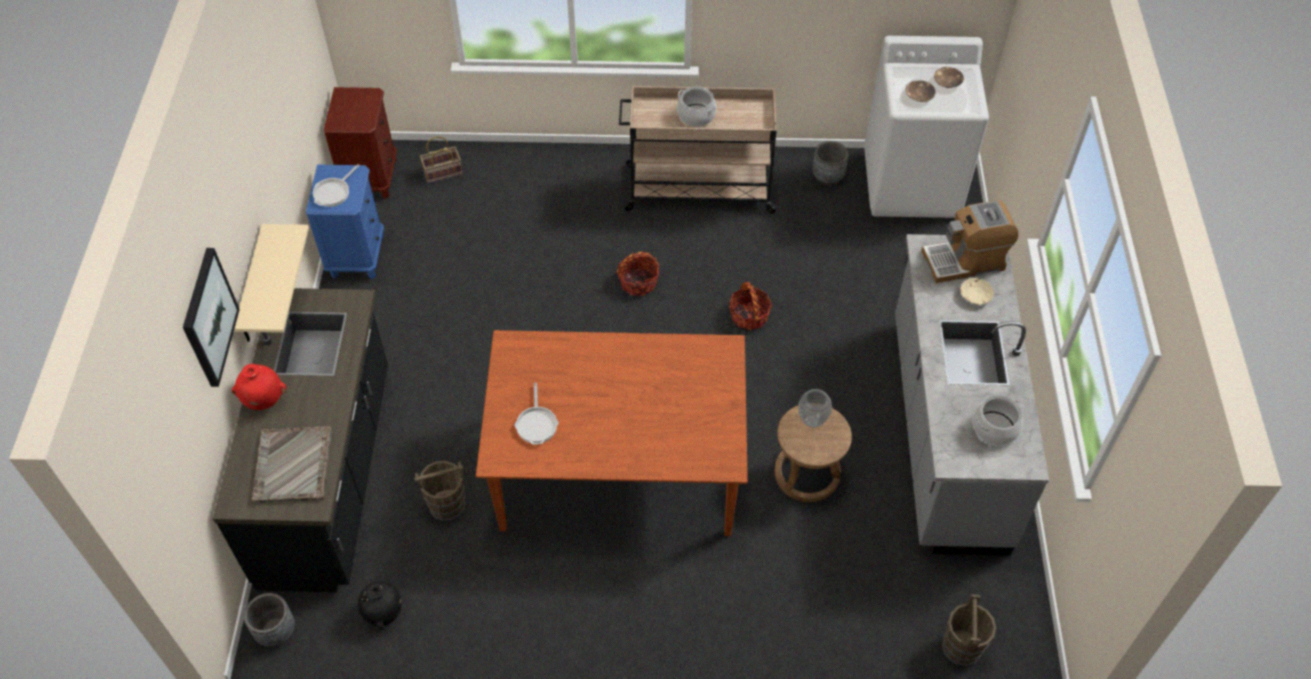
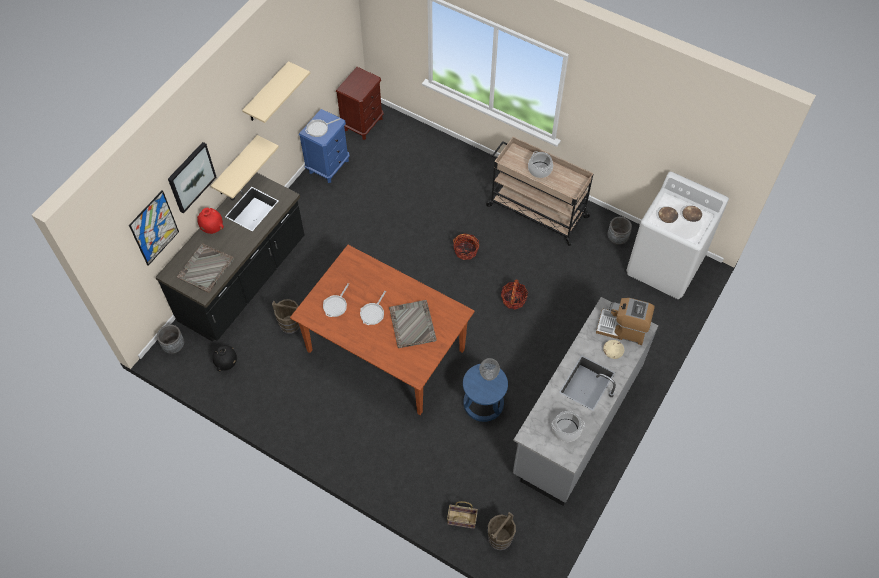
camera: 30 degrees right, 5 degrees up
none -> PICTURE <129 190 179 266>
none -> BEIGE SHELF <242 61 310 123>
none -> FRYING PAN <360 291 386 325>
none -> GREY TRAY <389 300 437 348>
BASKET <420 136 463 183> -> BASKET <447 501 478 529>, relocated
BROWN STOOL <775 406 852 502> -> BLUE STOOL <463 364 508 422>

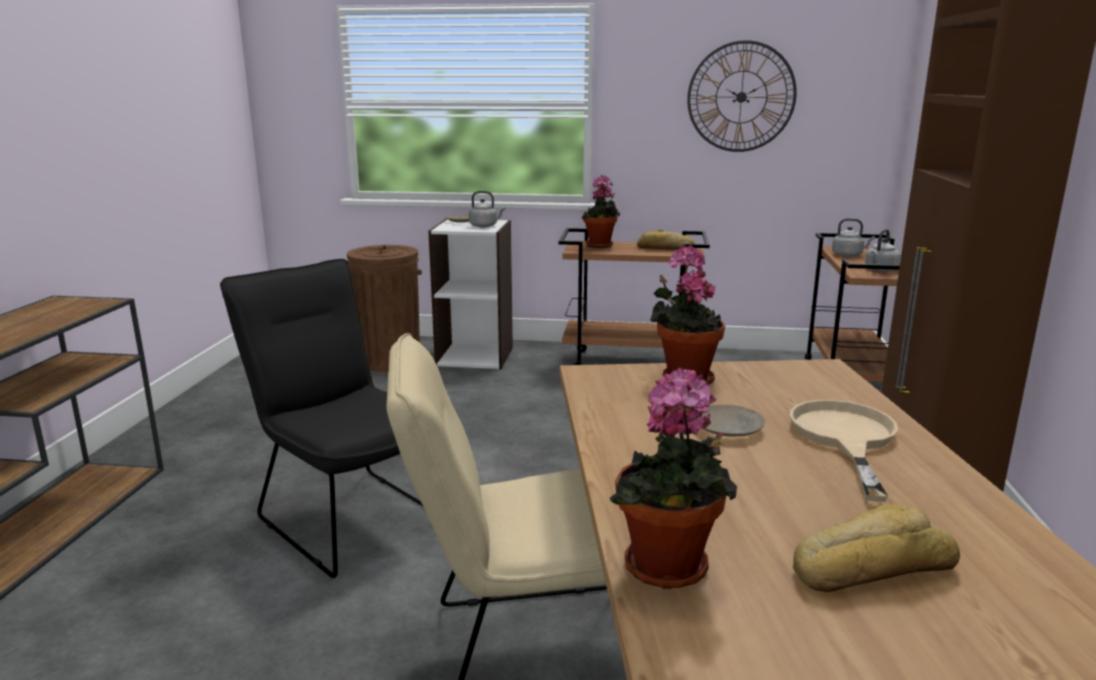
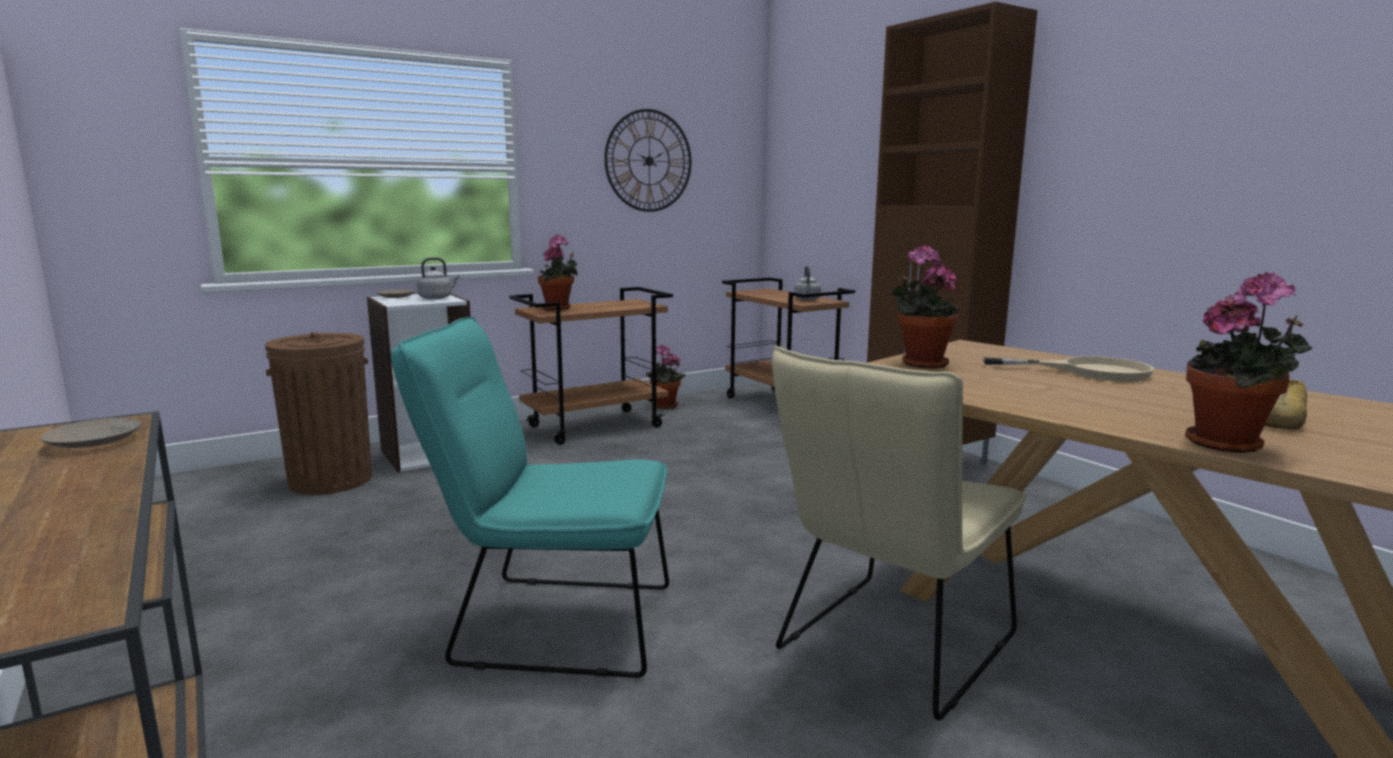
camera: 40 degrees left, 5 degrees down
BEIGE PLATE <702 405 765 437> -> BEIGE PLATE <40 418 141 448>, relocated
BLACK CHAIR <220 259 423 578> -> TURQUOISE CHAIR <391 317 669 678>
none -> POTTED PLANT <646 344 686 409>
BEIGE FRYING PAN <790 400 898 502> -> BEIGE FRYING PAN <983 356 1154 382>, 135 degrees clockwise
BREAD <637 230 695 250> -> none
GREY KETTLE <832 218 875 257> -> none

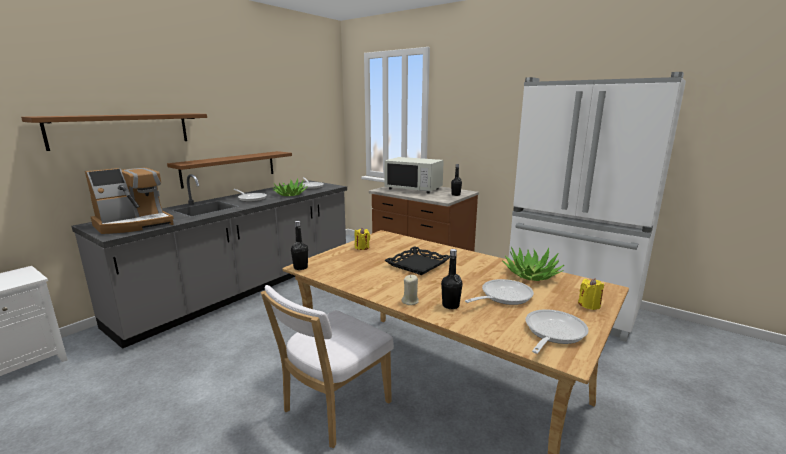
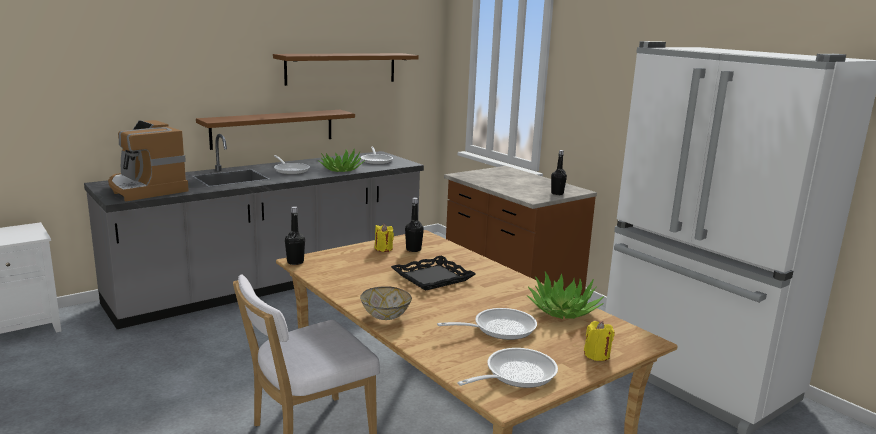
camera: 15 degrees right, 0 degrees up
COFFEE MACHINE <85 167 174 234> -> COFFEE MACHINE <108 120 189 202>, 75 degrees clockwise
BROWN SHELF <21 113 207 151> -> BROWN SHELF <273 53 419 86>, relocated
BEIGE CANDLE <401 275 419 305> -> BOWL <360 286 412 320>
BLACK BOTTLE <441 249 462 309> -> BLACK BOTTLE <405 198 424 252>, relocated
WHITE MICROWAVE <384 157 444 194> -> none

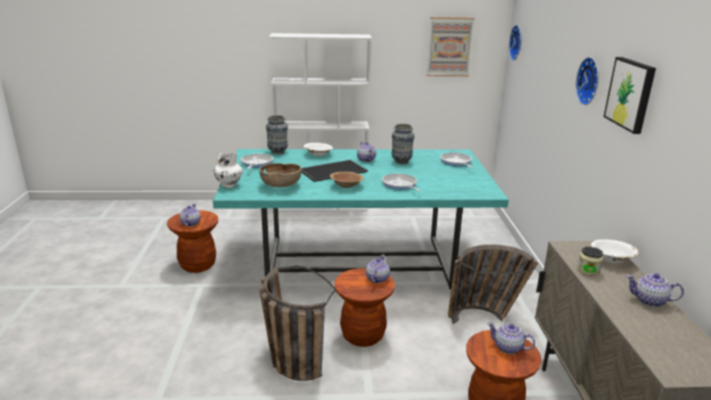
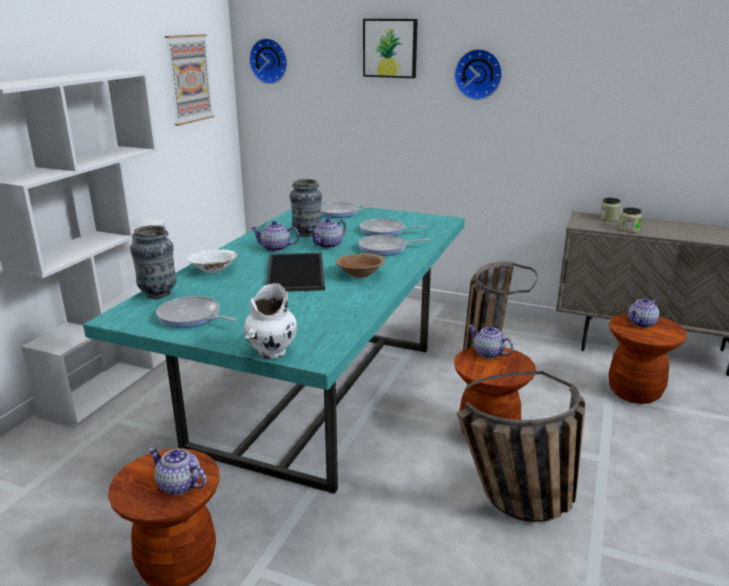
camera: 65 degrees left, 0 degrees up
TEAPOT <626 273 684 307> -> TEAPOT <309 218 346 249>, relocated
none -> FRYING PAN <360 219 427 236>
PICTURE <604 57 656 134> -> PICTURE <363 19 418 78>, relocated
WHITE BOWL <591 239 639 263> -> JAR <599 198 621 221>
BROWN BOWL <259 163 302 188> -> none

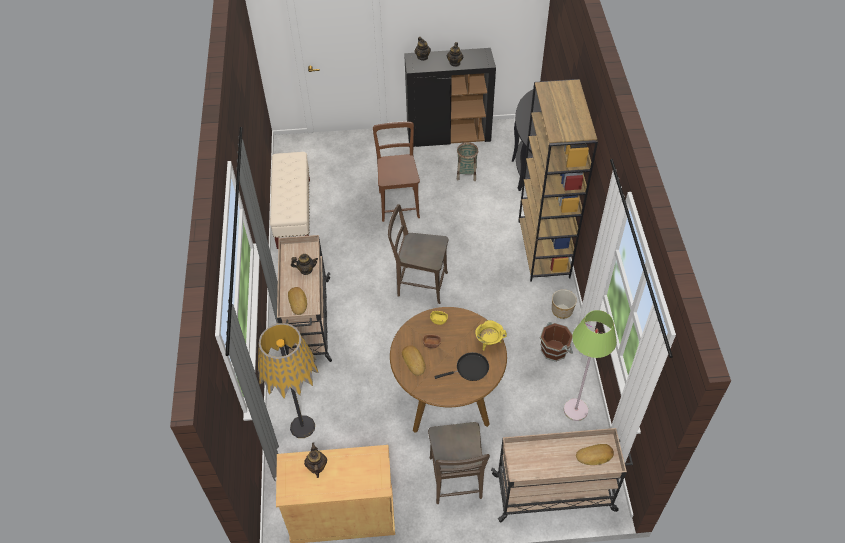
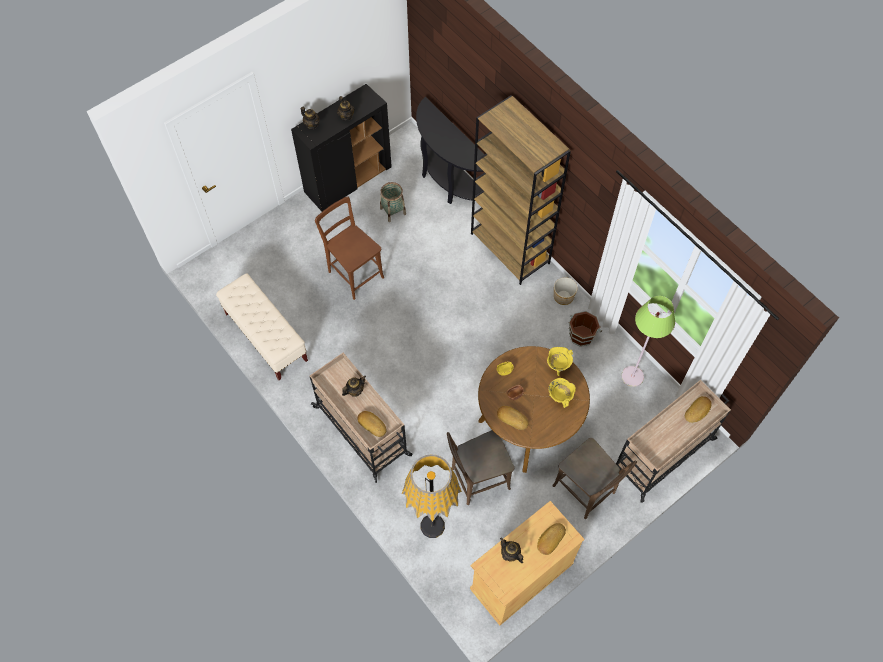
camera: 35 degrees left, 10 degrees up
BROWN CHAIR <388 204 448 304> -> BROWN CHAIR <447 430 514 505>, relocated
none -> BREAD <537 523 566 555>
BLACK FRYING PAN <434 352 489 381> -> YELLOW COOKING POT <548 378 576 408>

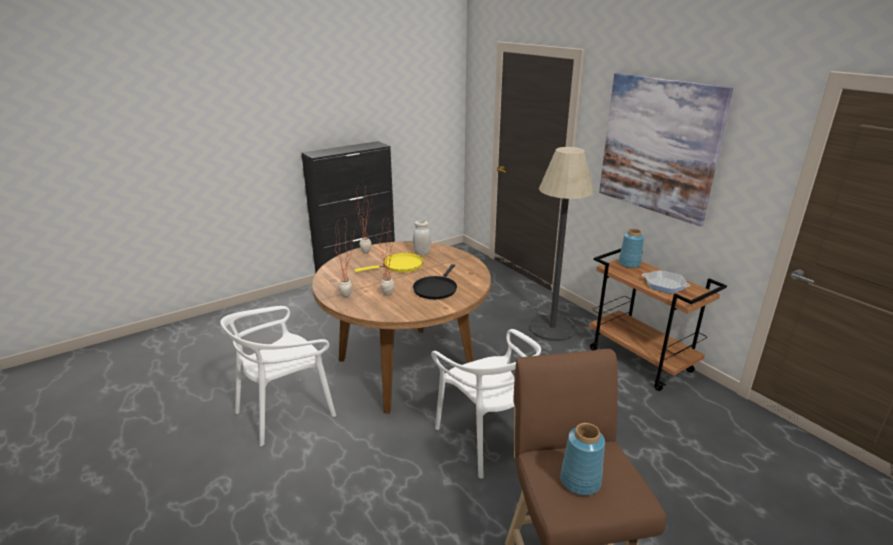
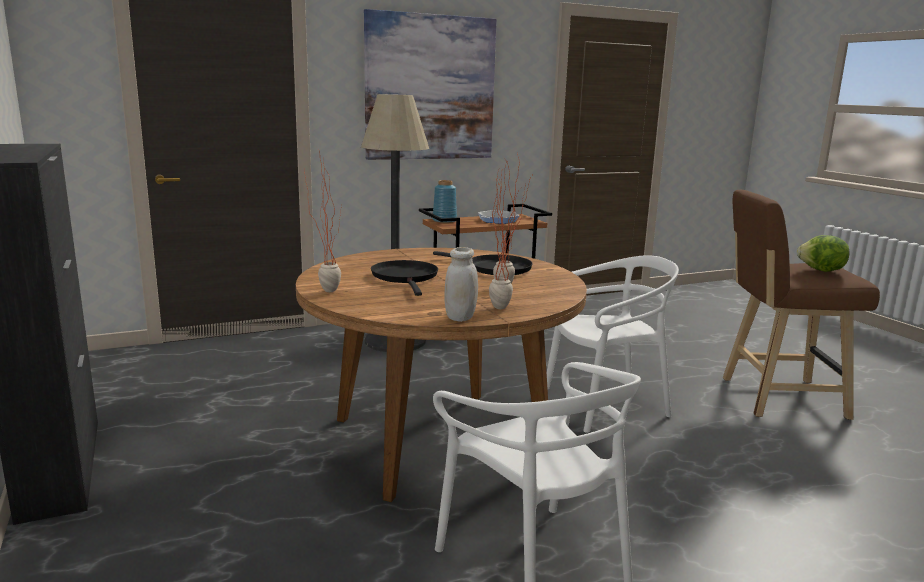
camera: 80 degrees left, 10 degrees down
YELLOW FRYING PAN <354 253 424 272> -> BLACK FRYING PAN <371 260 438 296>
WHITE JAR <413 220 431 255> -> WHITE JAR <444 247 478 322>, relocated
BLUE VASE <560 423 605 496> -> LETTUCE <797 235 850 272>

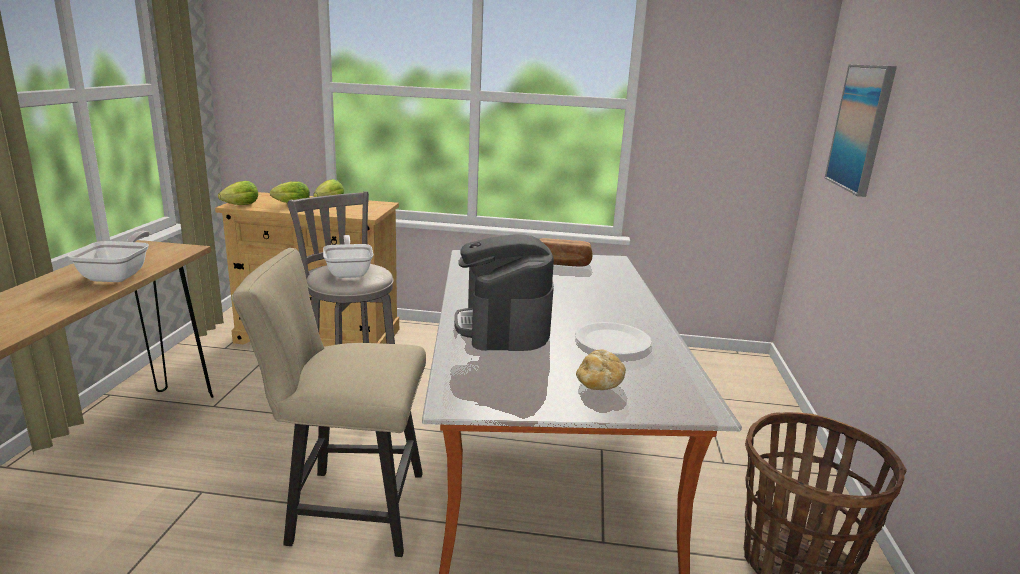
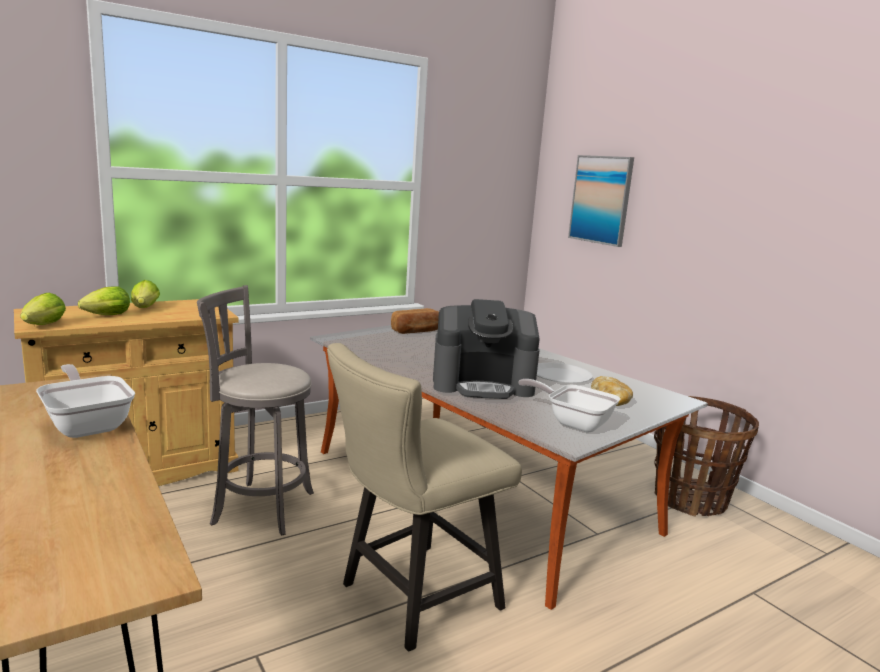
camera: 40 degrees left, 5 degrees down
COFFEE MACHINE <454 234 554 351> -> COFFEE MACHINE <433 299 540 399>, 45 degrees counterclockwise
FRYING PAN <323 235 374 278> -> FRYING PAN <519 379 620 433>, relocated

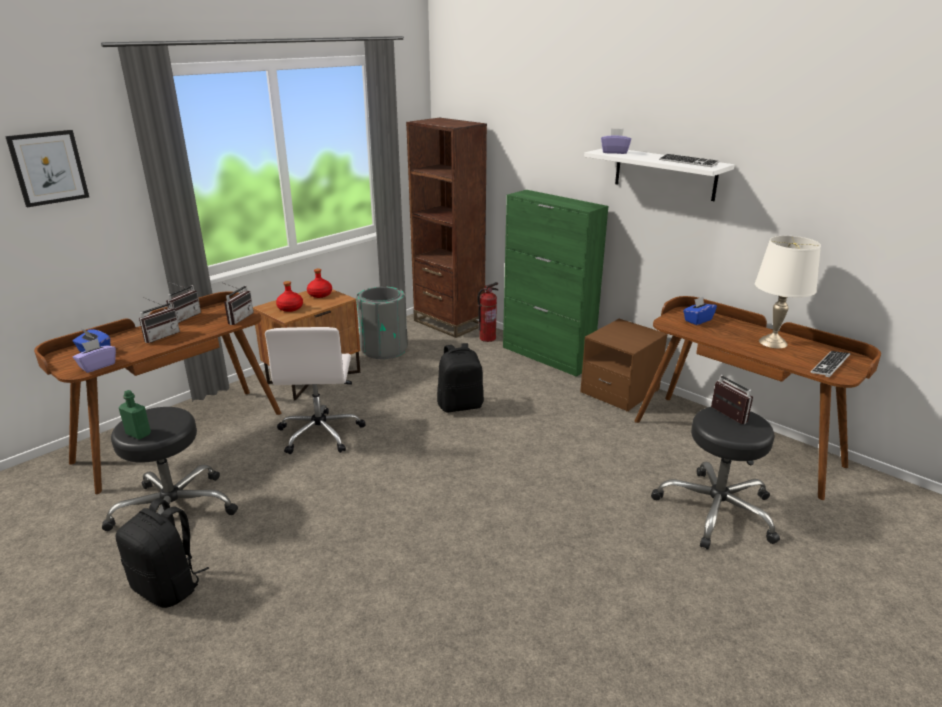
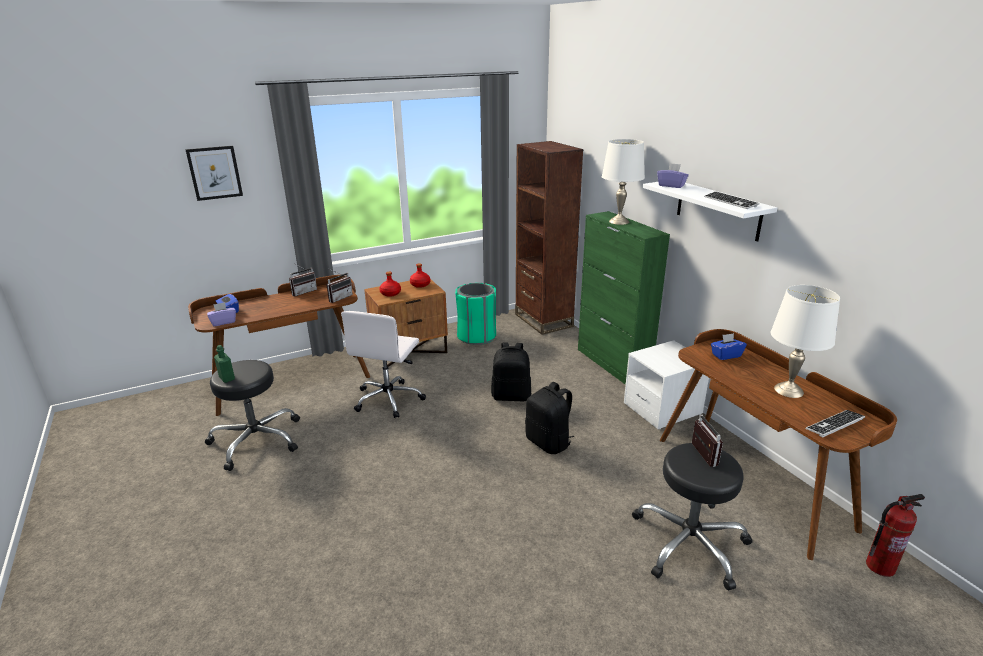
camera: 20 degrees right, 0 degrees up
GREY TRASH CAN <356 286 408 359> -> GREEN TRASH CAN <455 283 496 345>
BLACK BACKPACK <116 498 209 608> -> BLACK BACKPACK <525 382 575 454>, relocated
none -> WHITE TABLE LAMP <602 139 645 225>
BROWN NIGHTSTAND <580 319 668 412> -> WHITE NIGHTSTAND <624 340 709 429>
FIRE EXTINGUISHER <477 282 499 342> -> FIRE EXTINGUISHER <866 494 925 577>, relocated
RADIO <139 297 180 343> -> none

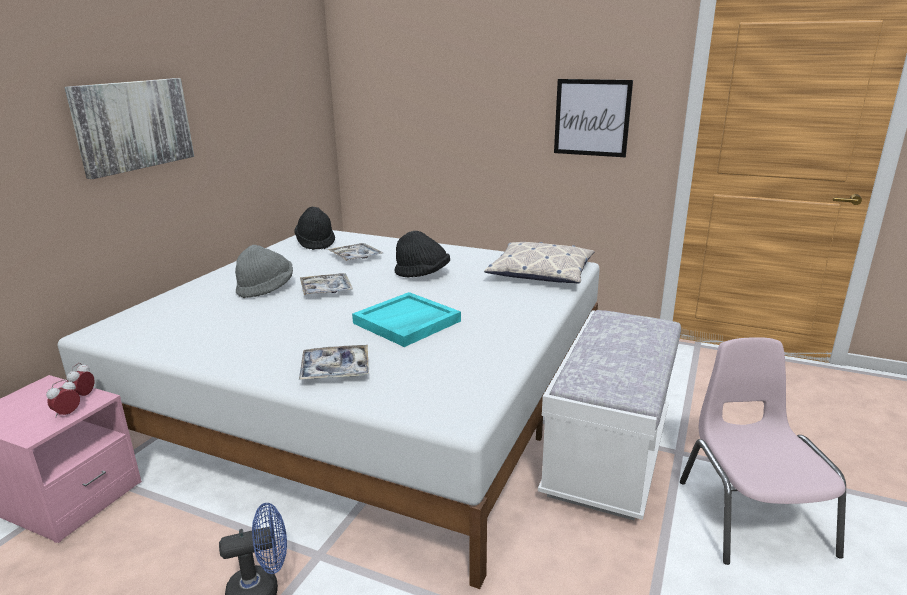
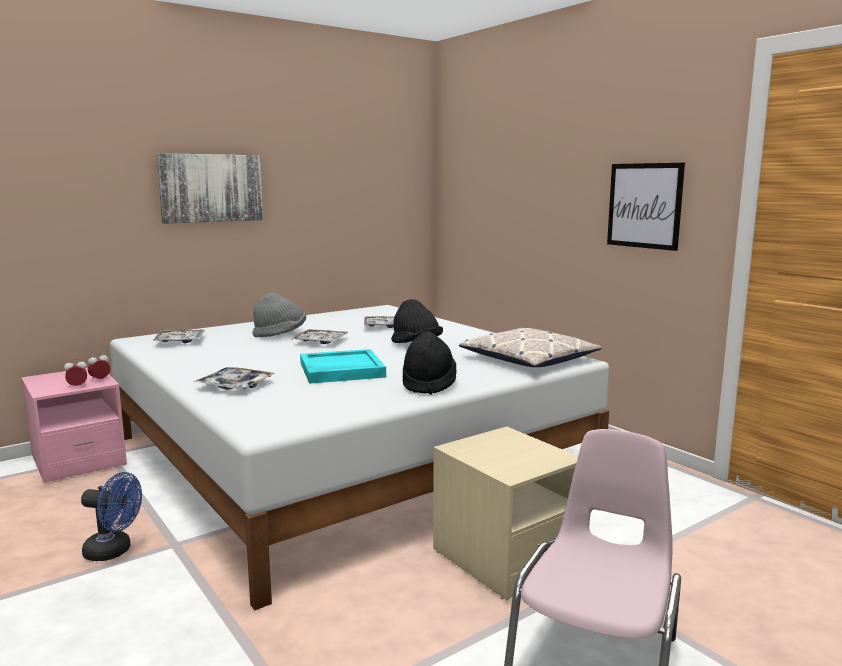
camera: 30 degrees right, 10 degrees down
none -> TRAY <153 330 205 343>
BLACK HAT <294 207 335 250> -> BLACK HAT <403 331 456 395>, relocated
WHITE BENCH <538 310 681 520> -> BEIGE NIGHTSTAND <433 426 578 600>

